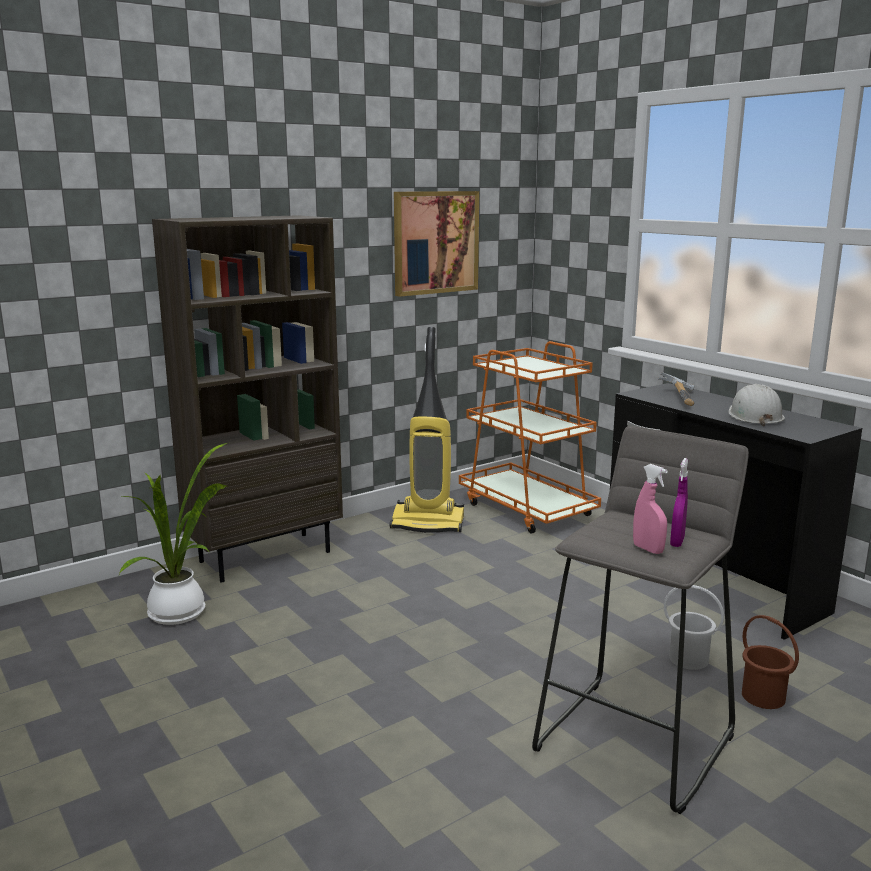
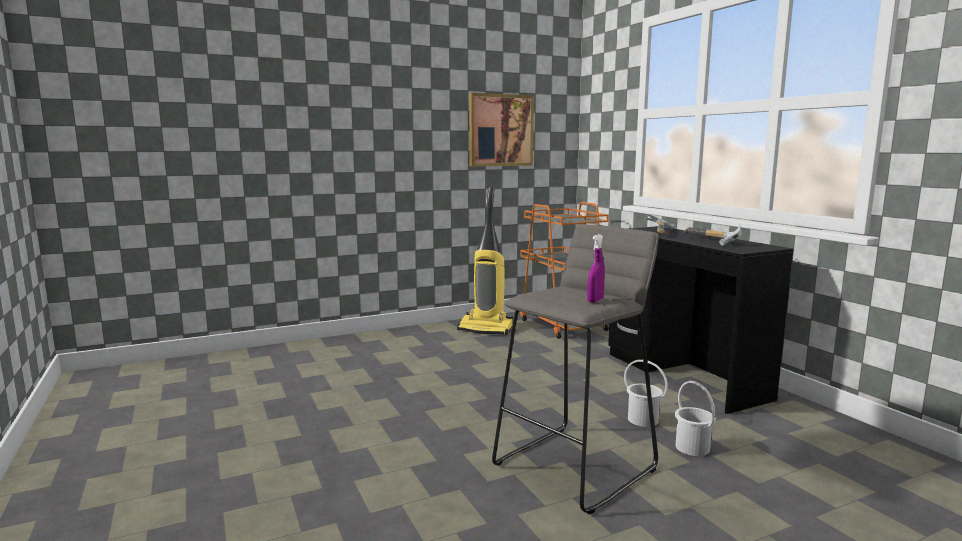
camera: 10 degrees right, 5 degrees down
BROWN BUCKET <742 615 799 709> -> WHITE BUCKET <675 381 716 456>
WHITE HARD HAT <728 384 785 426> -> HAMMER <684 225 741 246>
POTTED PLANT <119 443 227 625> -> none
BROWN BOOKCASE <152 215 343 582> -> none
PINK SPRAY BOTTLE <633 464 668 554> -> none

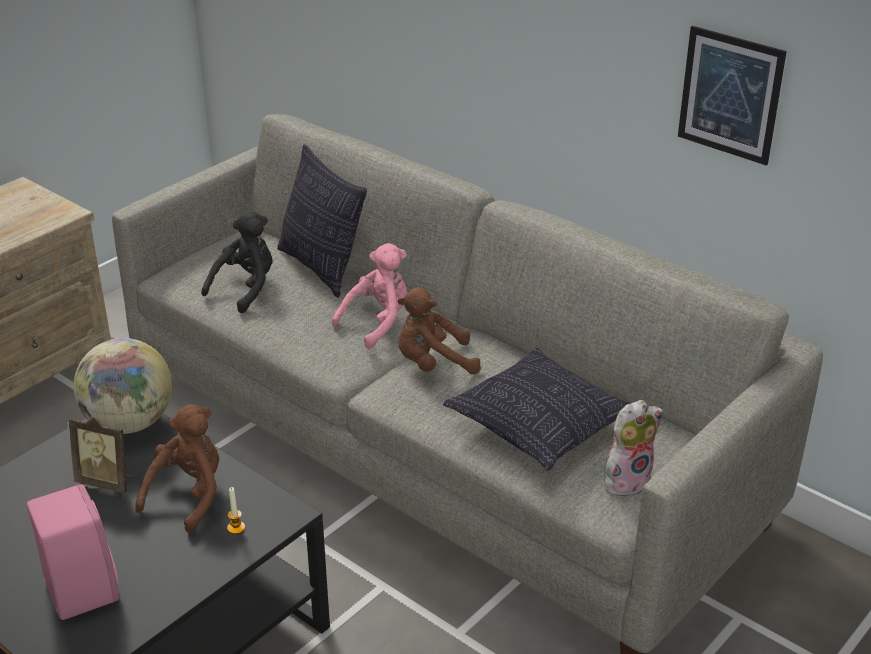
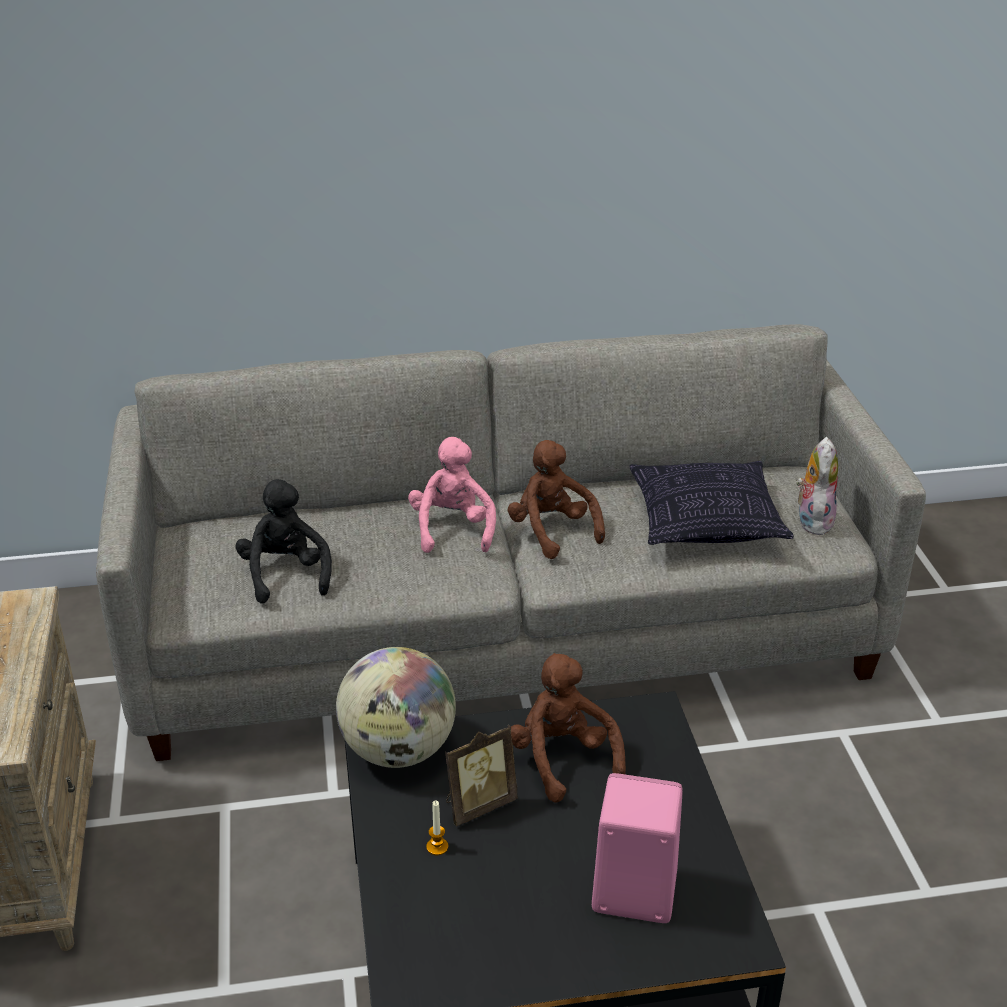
camera: 50 degrees left, 0 degrees up
CANDLE <227 487 245 534> -> CANDLE <426 800 448 855>, relocated
BROWN PLUSH TOY <397 287 481 374> -> BROWN PLUSH TOY <507 440 605 559>, 120 degrees clockwise
PILLOW <277 144 367 298> -> none
PICTURE <678 26 787 165> -> none

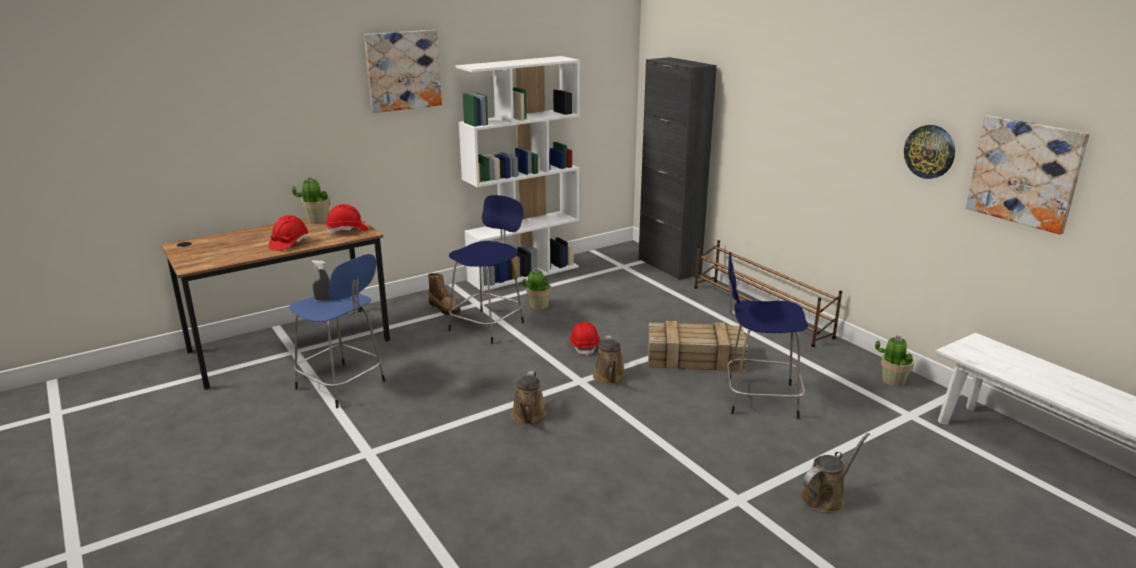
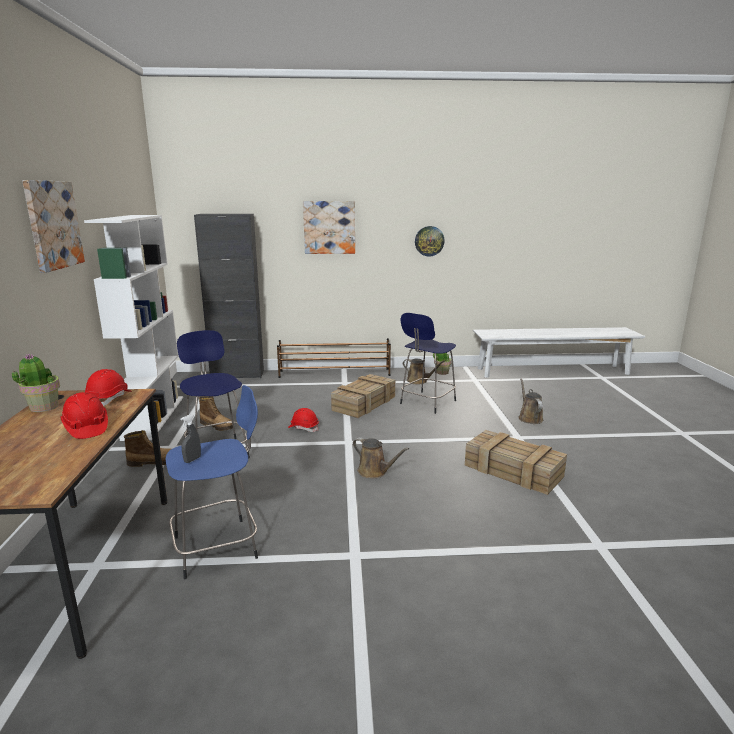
camera: 60 degrees left, 5 degrees down
POTTED PLANT <522 268 551 310> -> BOOT <199 396 233 431>
PICTURE <966 116 1090 234> -> PICTURE <303 201 355 254>, relocated
BROWN WATERING CAN <593 335 626 384> -> BROWN WATERING CAN <403 359 445 384>, relocated
none -> CRATE <465 430 567 495>

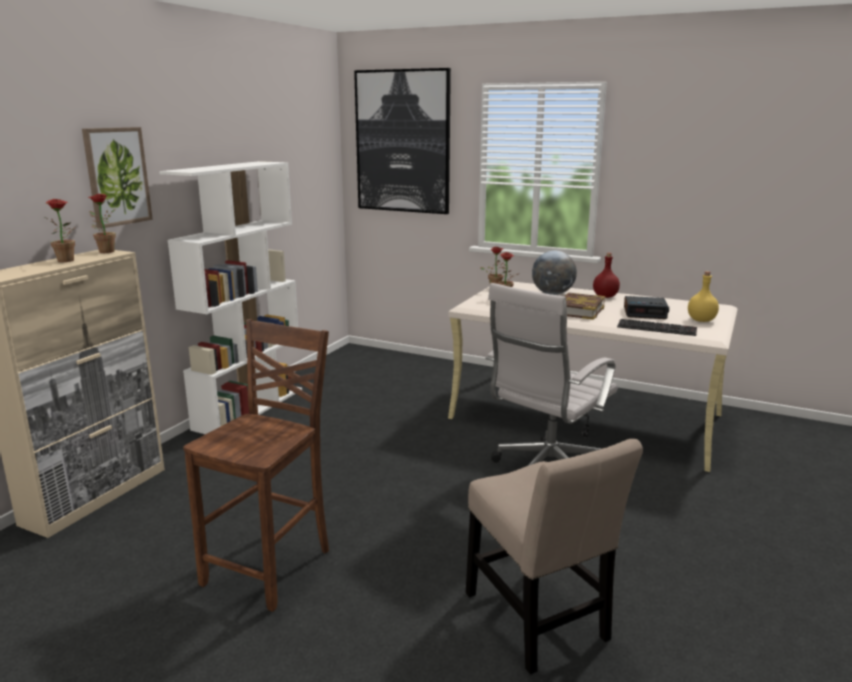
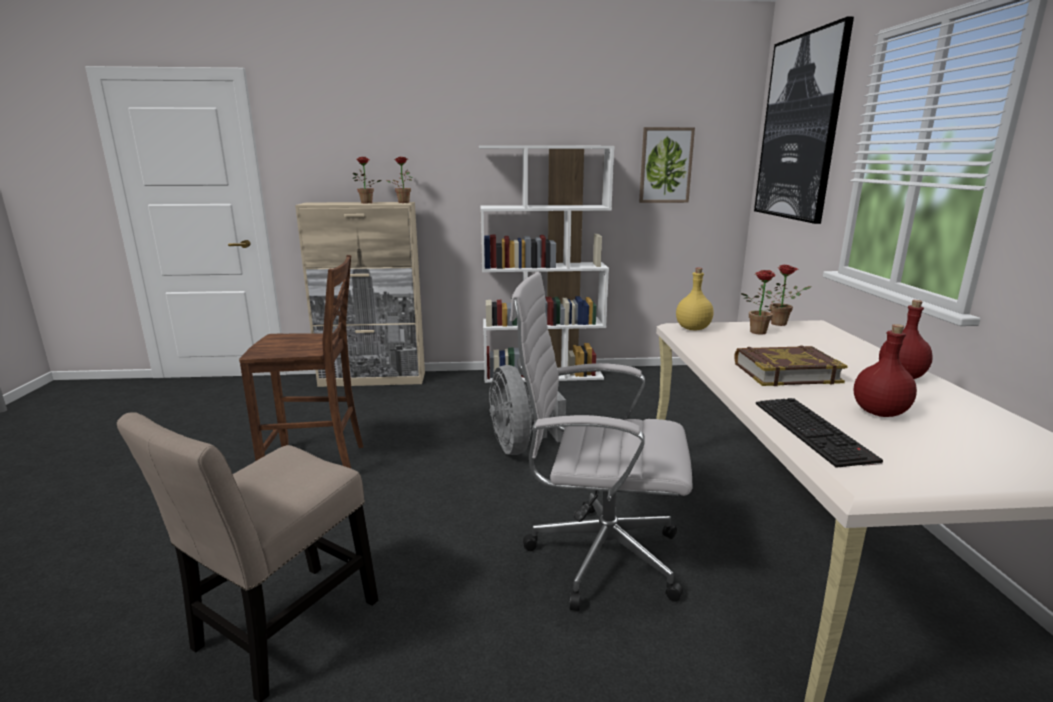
camera: 60 degrees right, 0 degrees up
none -> GREY FAN <489 365 566 455>
PICTURE <82 127 153 229> -> PICTURE <639 127 695 203>, relocated
YELLOW BOTTLE <688 271 719 322> -> YELLOW BOTTLE <676 268 714 331>, relocated
ALARM CLOCK <624 296 669 319> -> RED BOTTLE <854 324 917 417>
GLOBE <532 251 577 295> -> none

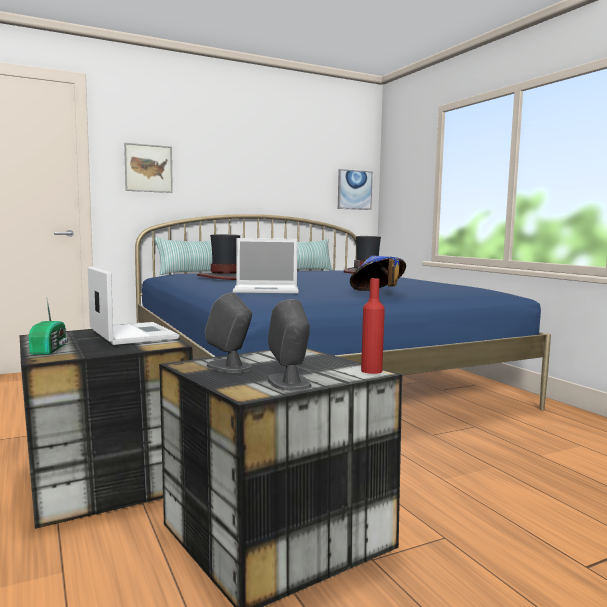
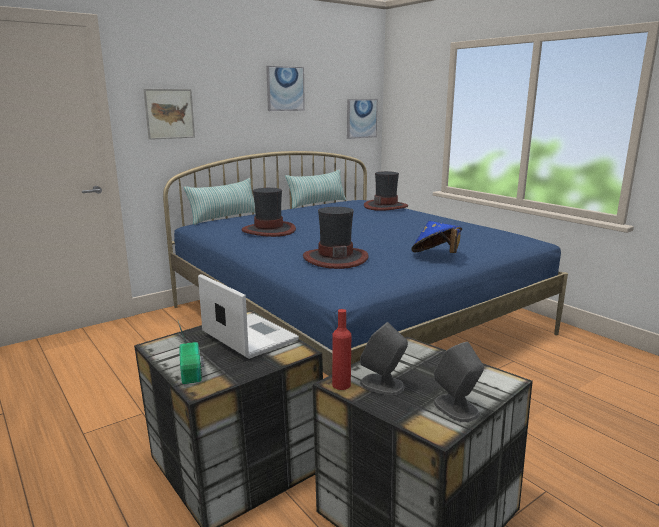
camera: 10 degrees left, 10 degrees up
none -> PICTURE <266 66 305 111>
LAPTOP <233 238 299 293> -> HAT <303 207 368 269>
RED BOTTLE <361 278 385 374> -> RED BOTTLE <332 309 351 390>, relocated

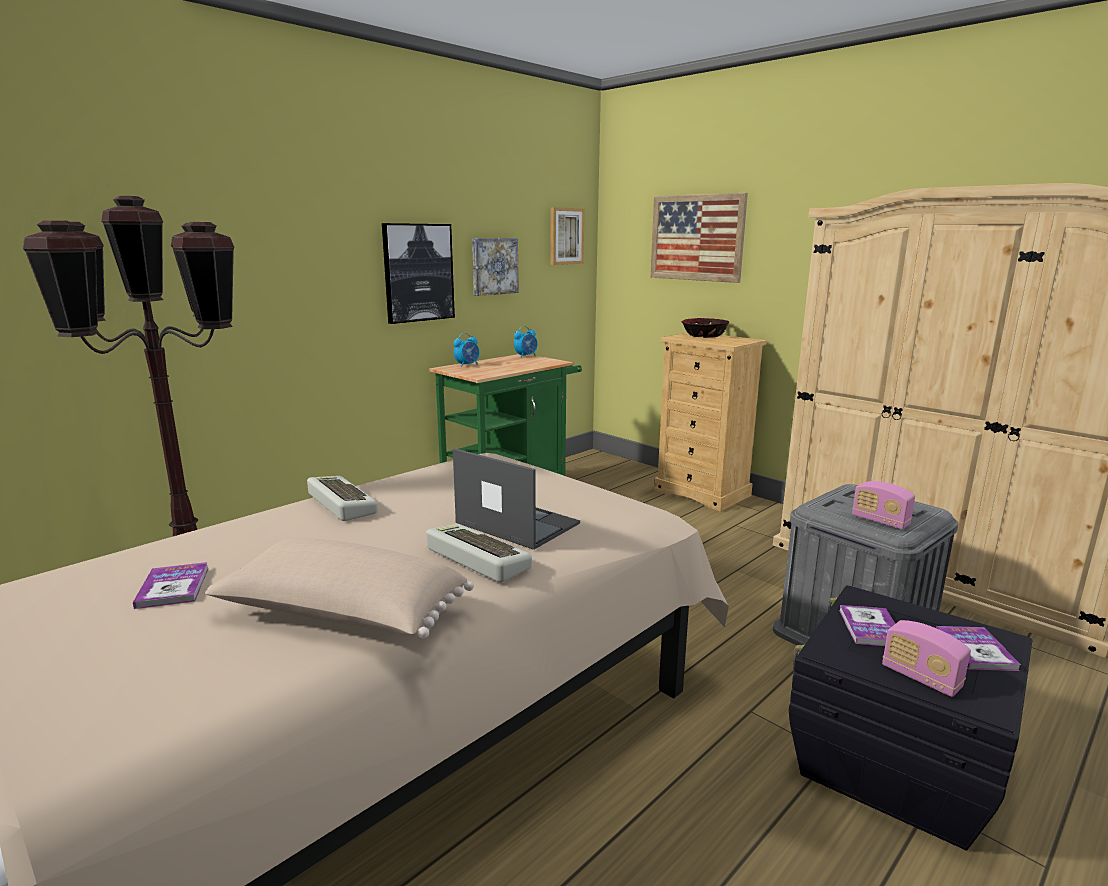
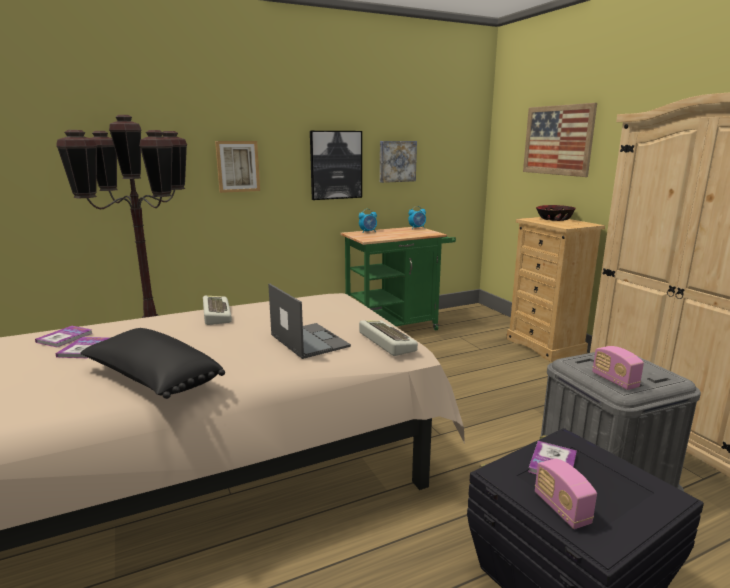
camera: 20 degrees right, 0 degrees up
BOOK <936 626 1021 671> -> BOOK <35 326 93 347>, relocated
BEIGE PILLOW <205 538 474 638> -> BLACK PILLOW <80 328 225 399>
PICTURE <550 207 585 265> -> PICTURE <215 141 260 193>, relocated
KEYBOARD <426 524 532 583> -> KEYBOARD <359 320 418 356>, relocated

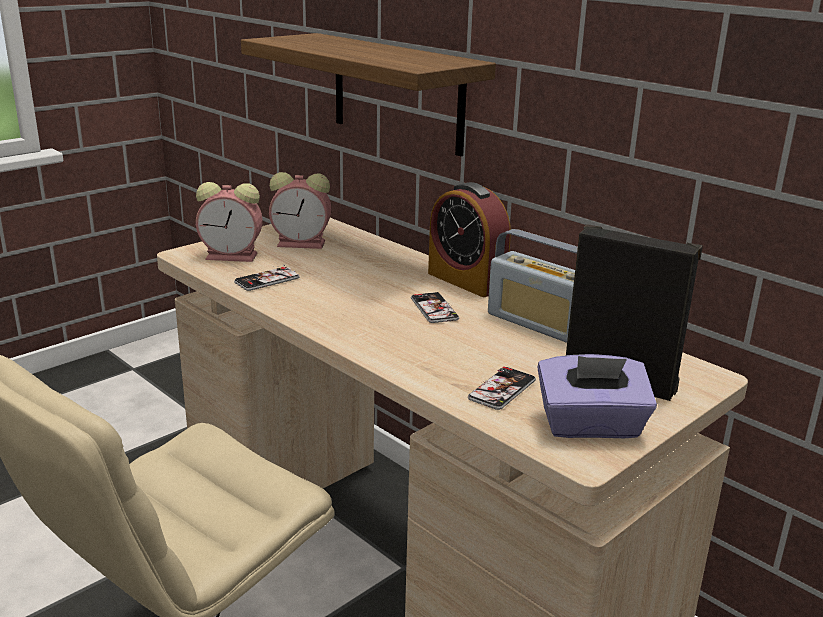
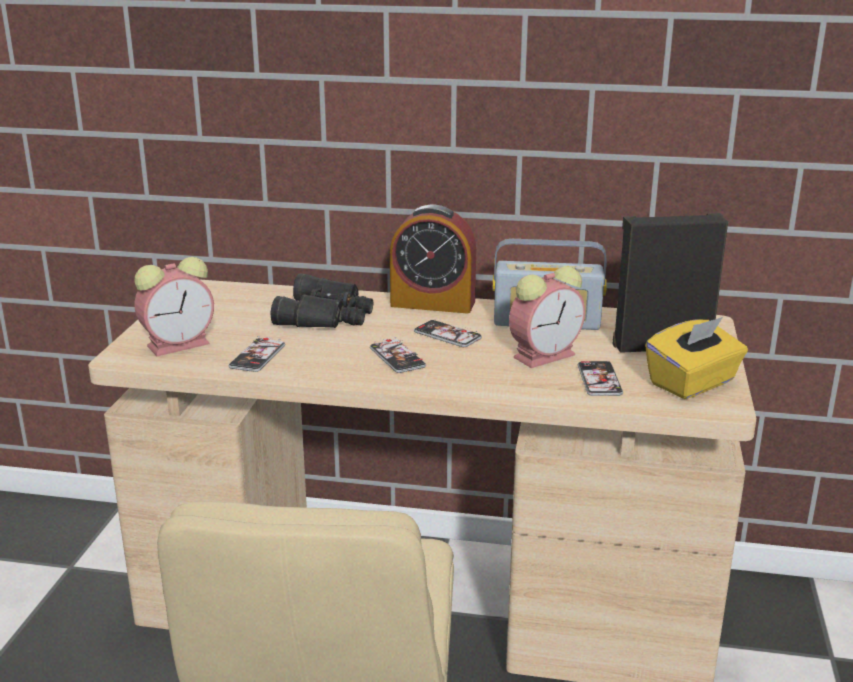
camera: 35 degrees left, 0 degrees up
none -> BLACK BINOCULARS <270 273 374 328>
none -> PHONE <370 337 426 373>
ALARM CLOCK <269 172 331 249> -> ALARM CLOCK <509 266 585 368>, relocated
PURPLE TISSUE BOX <537 354 657 438> -> YELLOW TISSUE BOX <645 317 748 399>
SHELF <241 33 496 156> -> none

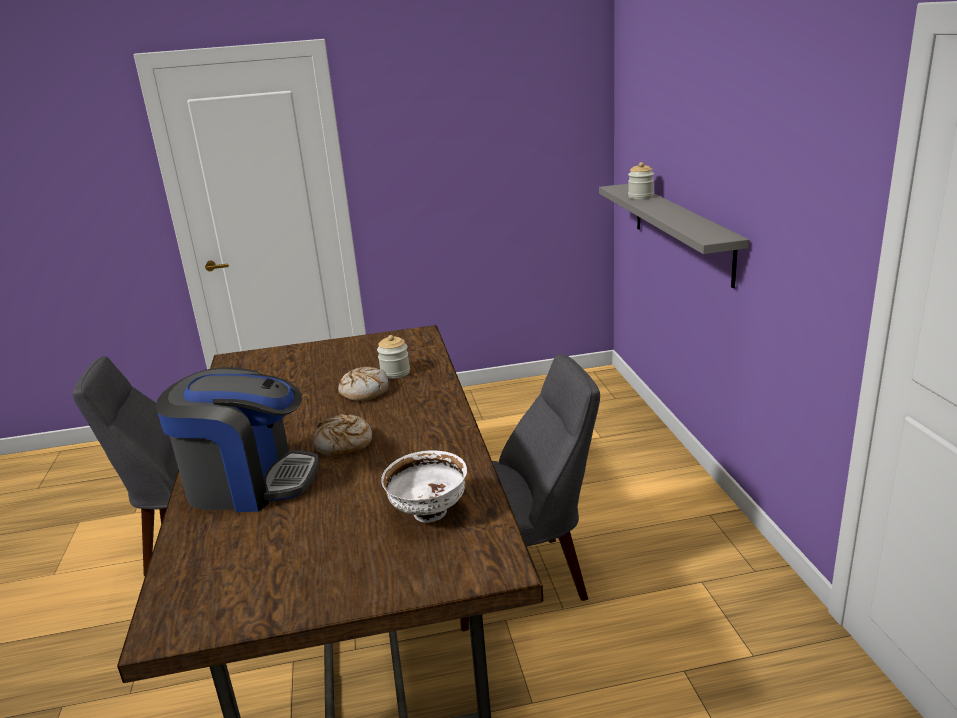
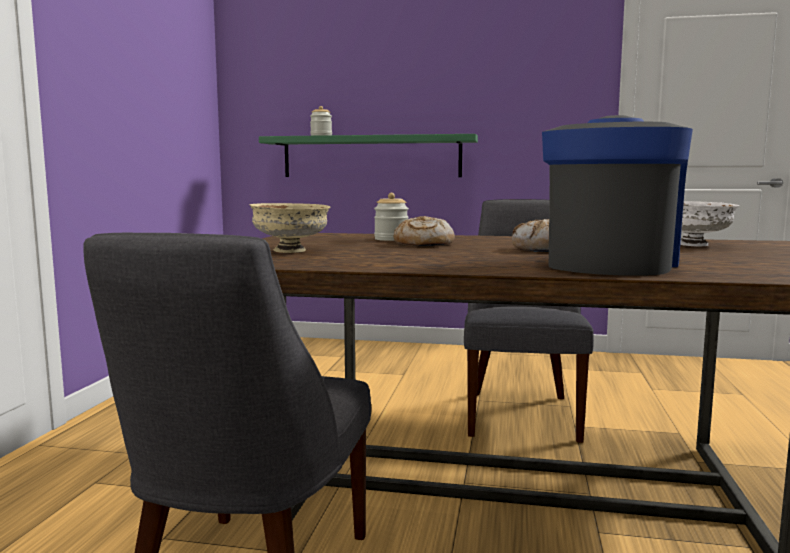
camera: 70 degrees left, 15 degrees down
none -> BEIGE BOWL <249 203 330 253>
GREY SHELF <599 184 749 288> -> GREEN SHELF <259 134 478 177>

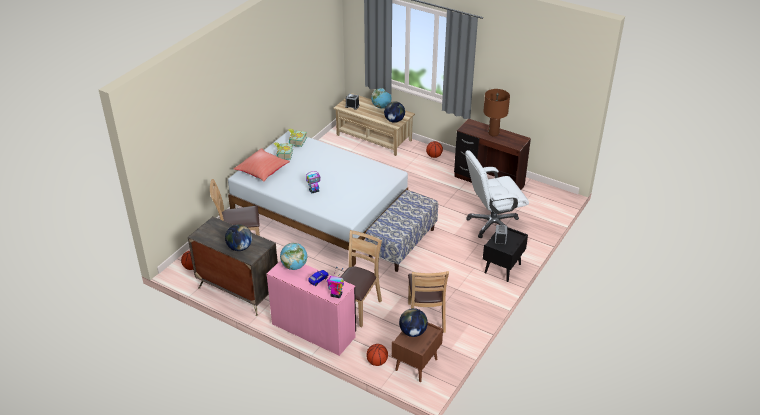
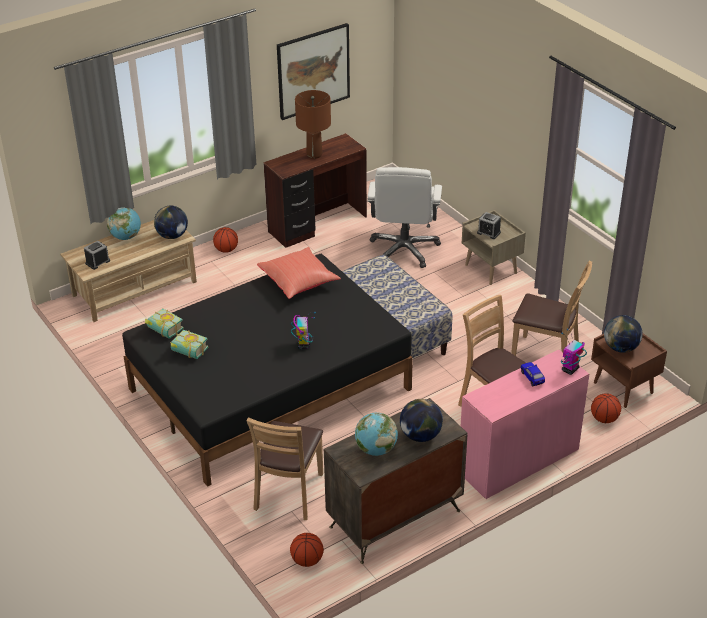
camera: 65 degrees left, 0 degrees up
WHITE BED <228 131 408 267> -> BLACK BED <122 254 413 487>
RED PILLOW <233 148 290 182> -> RED PILLOW <257 247 341 299>, relocated
none -> PICTURE <277 23 350 120>
GLOBE <280 243 307 270> -> GLOBE <355 413 398 456>, relocated
BLACK NIGHTSTAND <483 227 528 282> -> BEIGE NIGHTSTAND <462 210 526 285>

